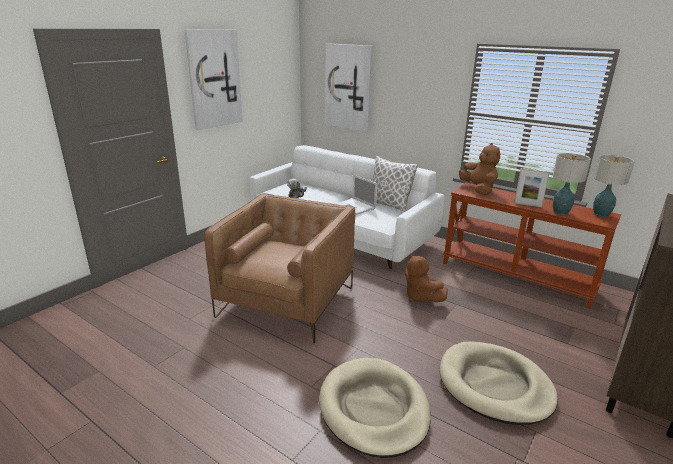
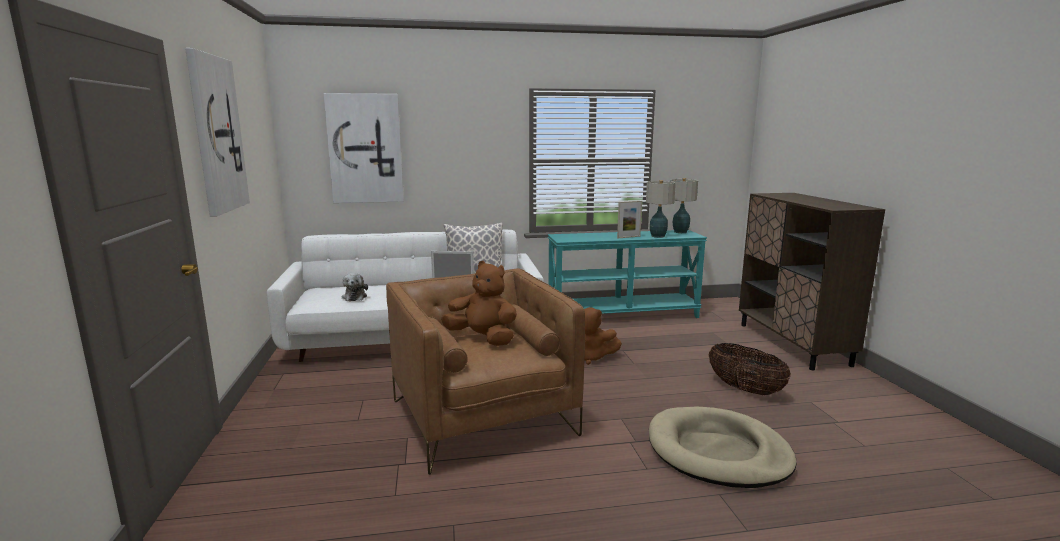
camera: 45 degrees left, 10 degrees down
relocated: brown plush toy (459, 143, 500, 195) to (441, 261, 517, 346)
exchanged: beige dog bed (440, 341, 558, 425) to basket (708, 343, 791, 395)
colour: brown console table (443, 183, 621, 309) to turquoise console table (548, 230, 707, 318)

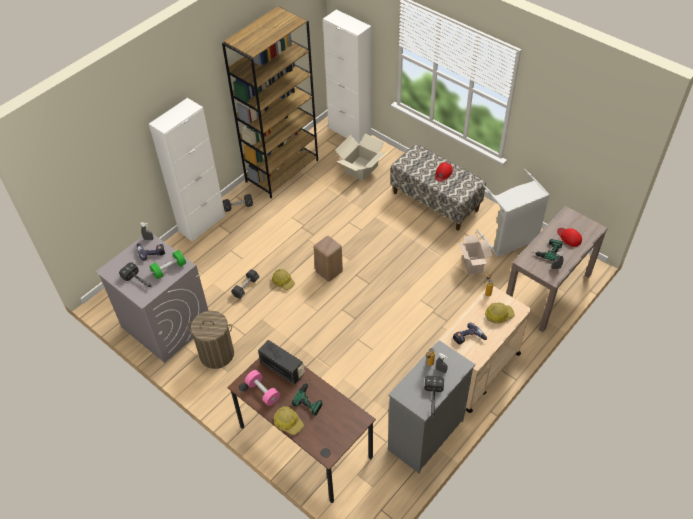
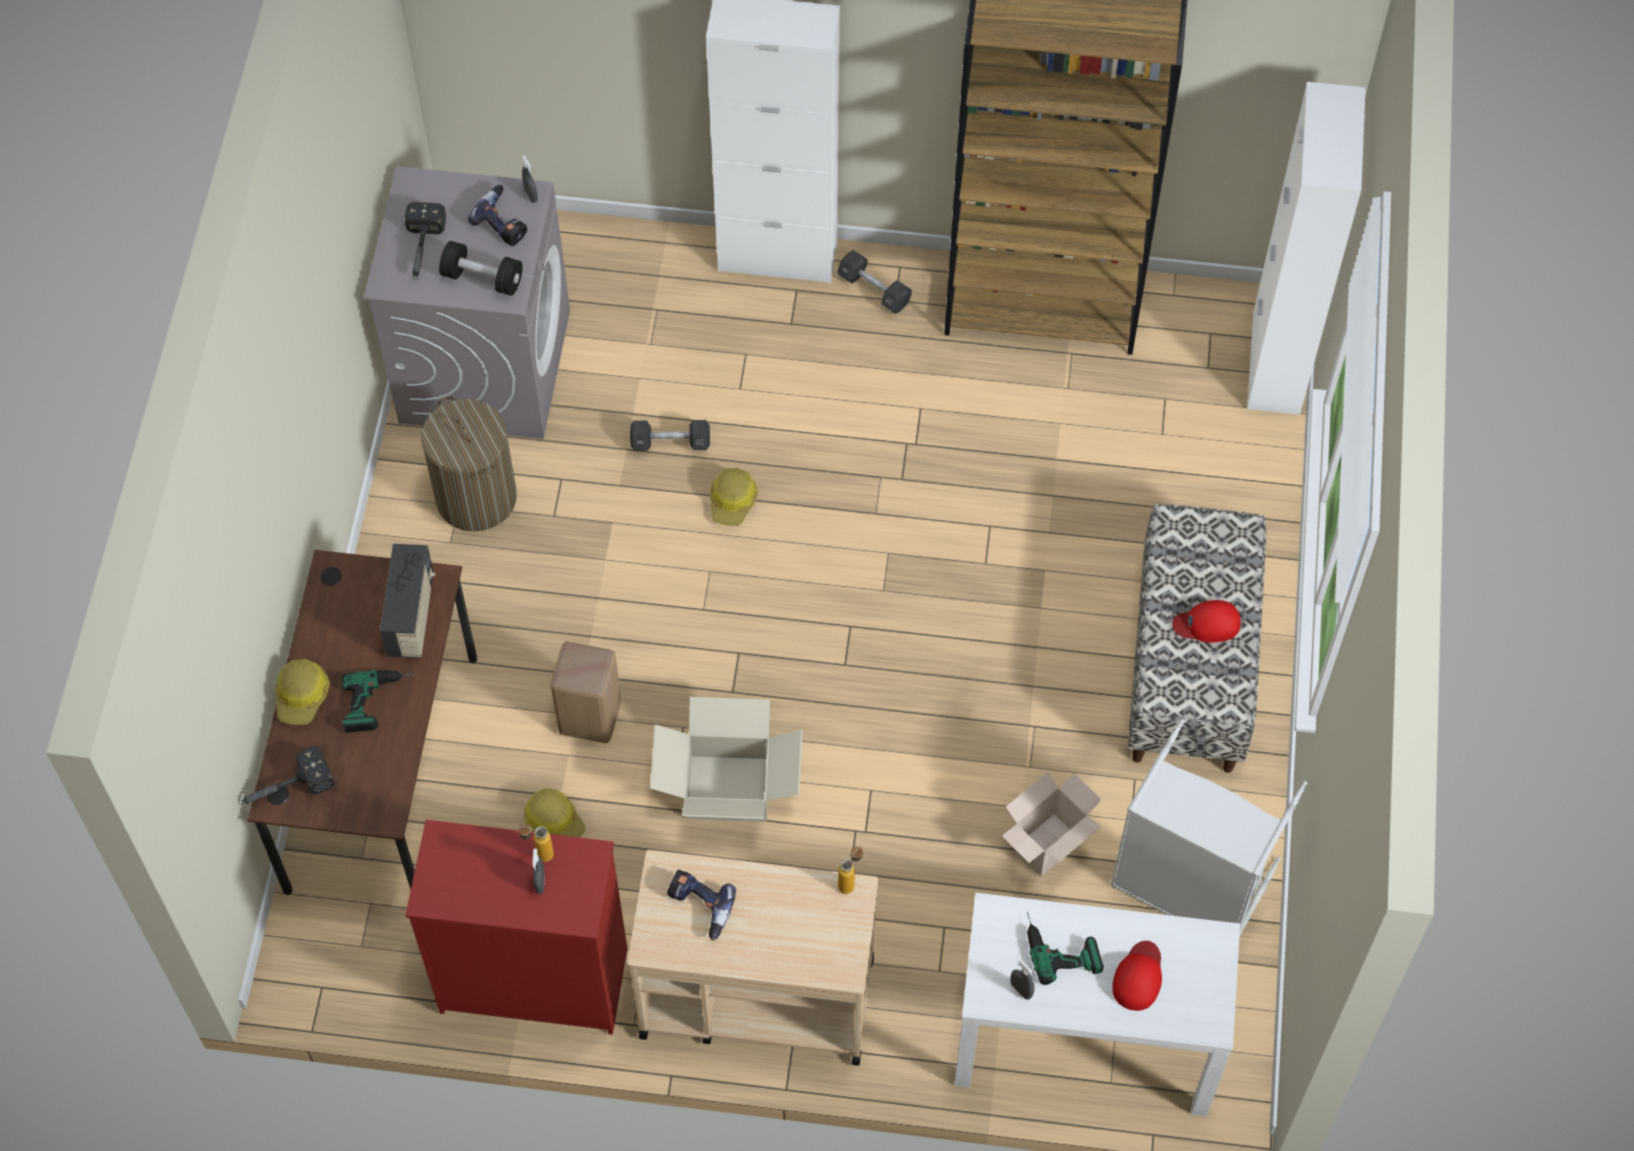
camera: 55 degrees right, 10 degrees up
missing: pink dumbbell (245, 370, 280, 406)
relocated: beige stool (314, 236, 343, 282) to (550, 641, 622, 743); cardboard box (335, 134, 387, 181) to (650, 697, 803, 822); hammer (425, 376, 444, 417) to (238, 746, 335, 805); hard hat (485, 303, 515, 324) to (524, 788, 586, 838)
colour: green dumbbell (150, 250, 186, 279) to black dumbbell (439, 241, 523, 296); grey dresser (388, 340, 475, 473) to red dresser (405, 820, 628, 1035); brown console table (506, 206, 608, 332) to white console table (955, 893, 1240, 1116)

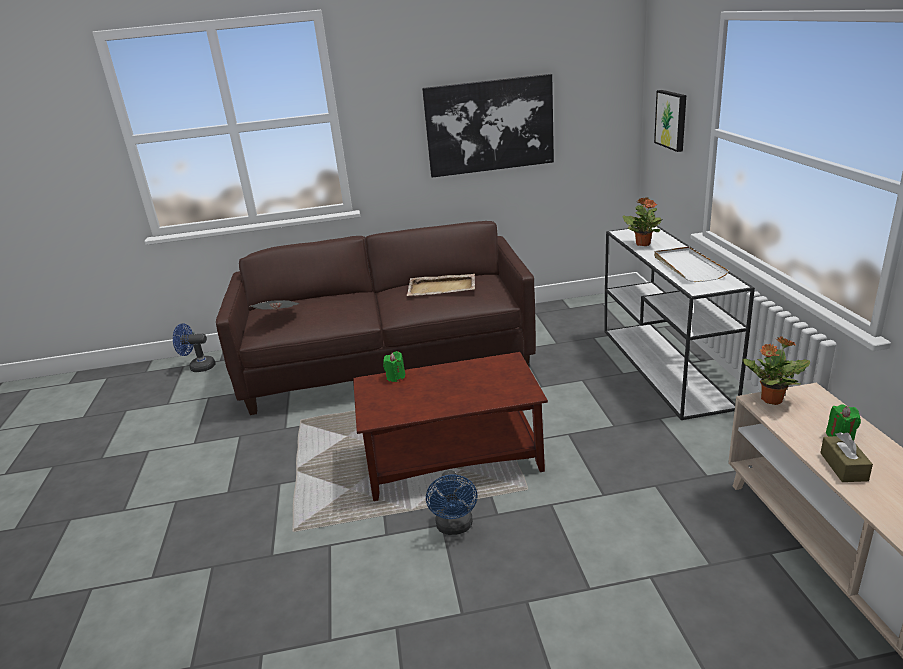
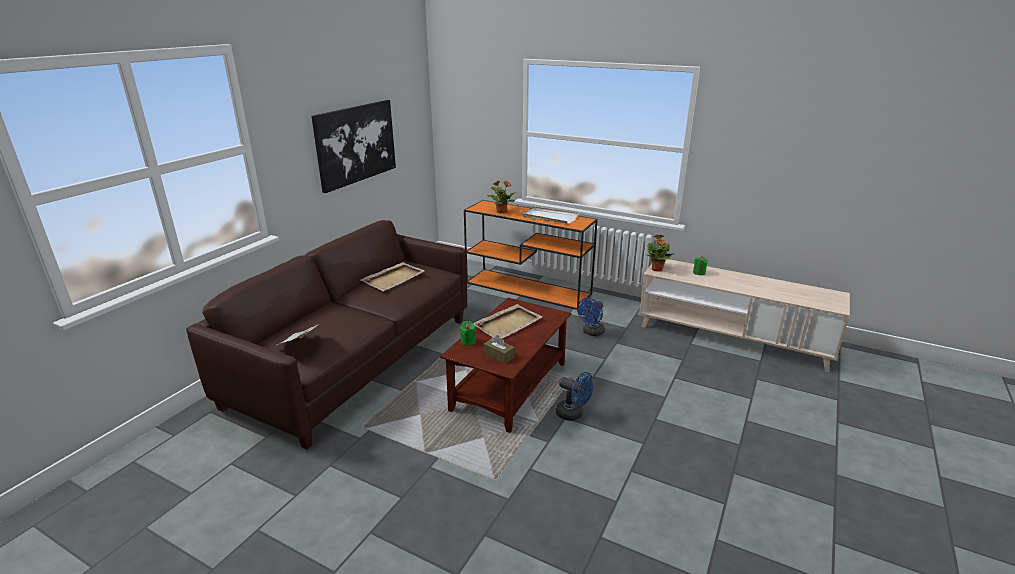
camera: 55 degrees left, 0 degrees up
missing: picture (654, 90, 686, 152)
appeared: beige tray (473, 304, 543, 339)
relocated: blue fan (173, 323, 216, 372) to (577, 298, 605, 336); brown tissue box (820, 432, 873, 482) to (484, 335, 515, 364)
colour: white console table (604, 226, 755, 420) to orange console table (464, 200, 598, 310)

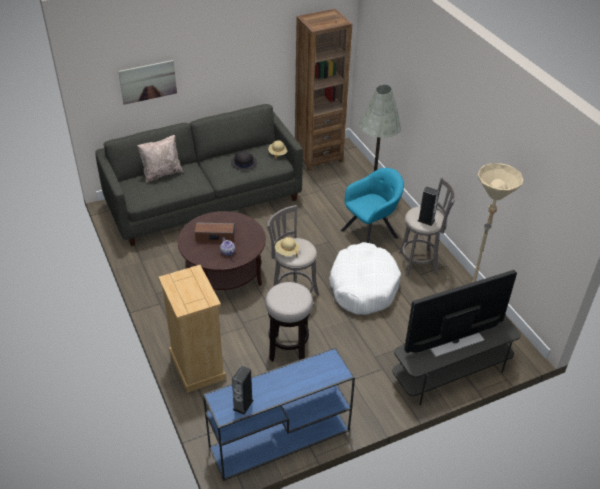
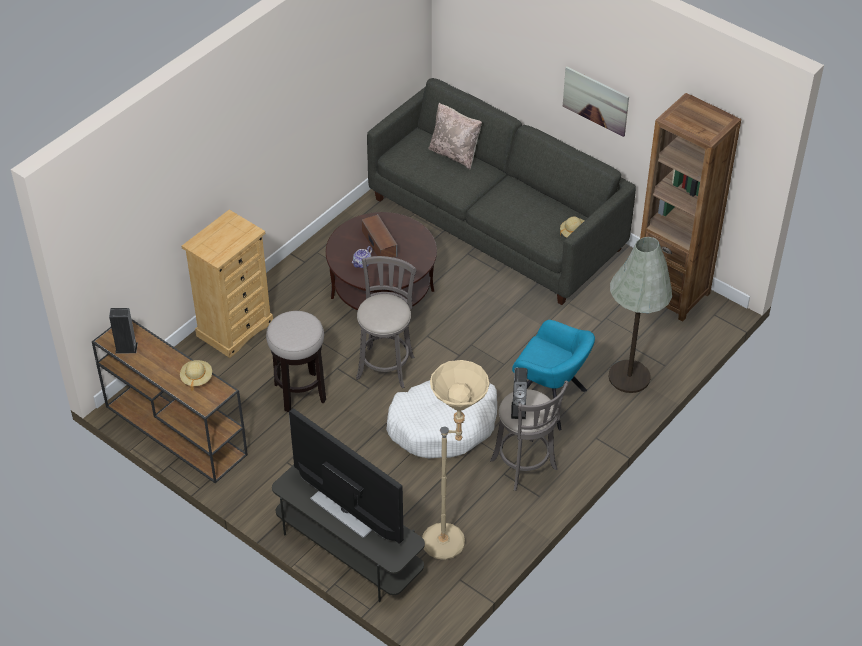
camera: 65 degrees right, 5 degrees up
missing: black hat (231, 150, 257, 170)
relocated: picture (118, 60, 177, 105) to (563, 66, 629, 137); beige hat (275, 237, 299, 257) to (180, 360, 212, 391)
colour: blue console table (203, 347, 355, 481) to brown console table (92, 319, 248, 483)

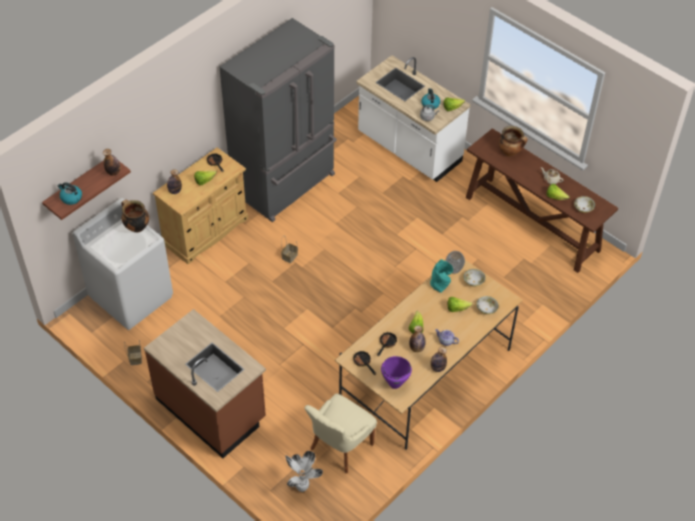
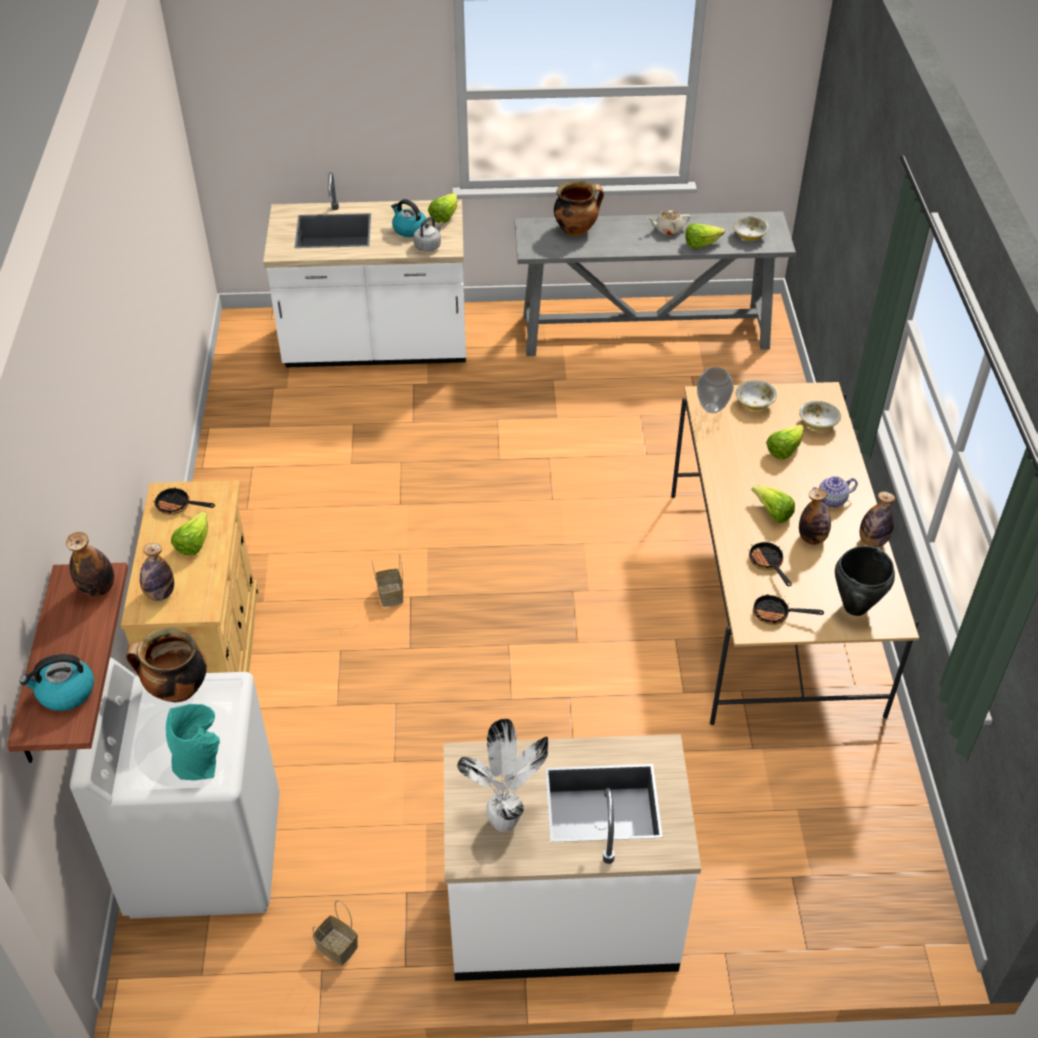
camera: 45 degrees left, 5 degrees down
missing: grey fridge (219, 18, 337, 222); beige chair (304, 394, 377, 473)
relocated: potted plant (286, 451, 323, 492) to (457, 719, 548, 832); turquoise vase (430, 259, 453, 293) to (166, 704, 220, 780)
colour: brown counter (144, 309, 266, 458) to white counter (444, 734, 701, 981); purple cooking pot (381, 356, 412, 389) to black cooking pot (835, 546, 895, 616); brown console table (466, 128, 618, 273) to grey console table (515, 211, 796, 356)

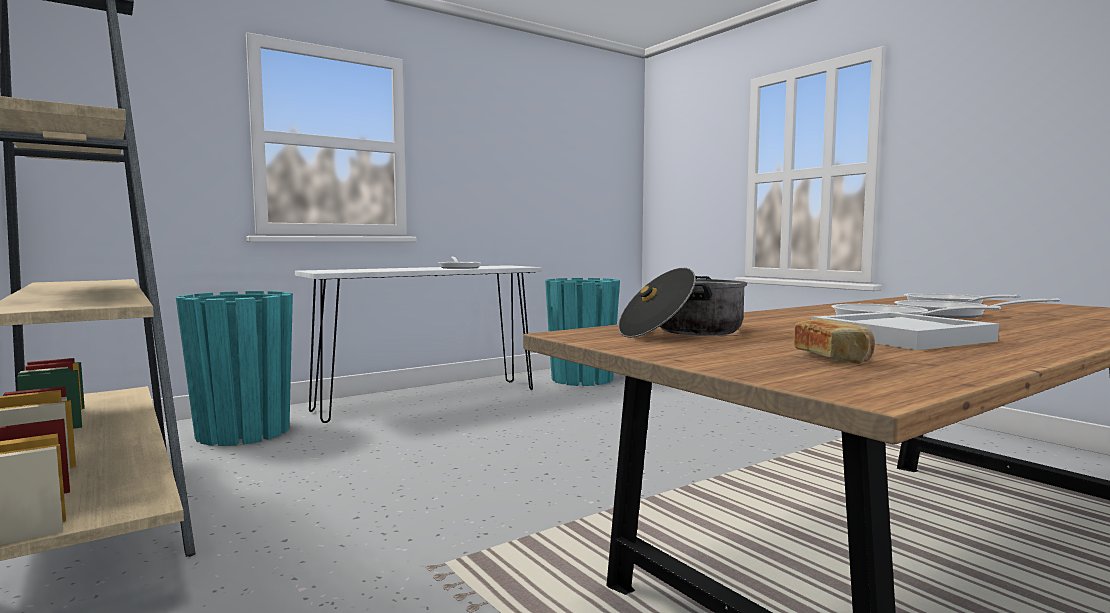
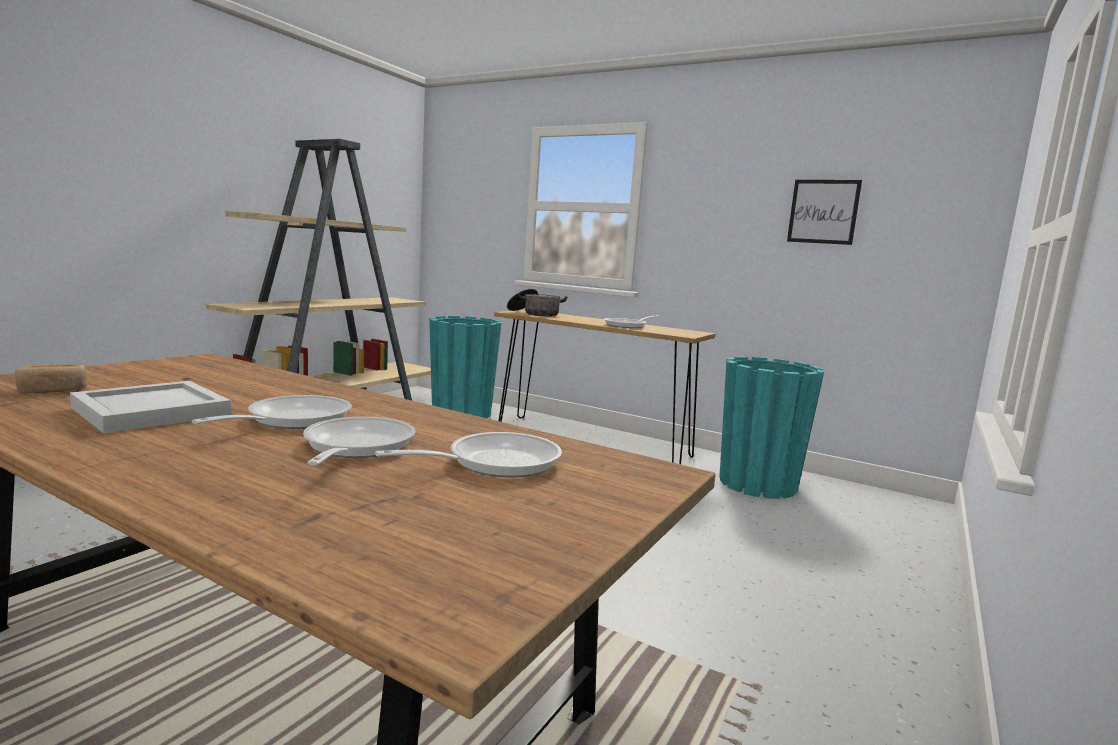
camera: 65 degrees right, 5 degrees up
appeared: picture (787, 180, 862, 245)
relocated: cooking pot (618, 268, 747, 338) to (507, 289, 568, 317)
colour: white console table (295, 265, 542, 423) to brown console table (494, 310, 715, 464)

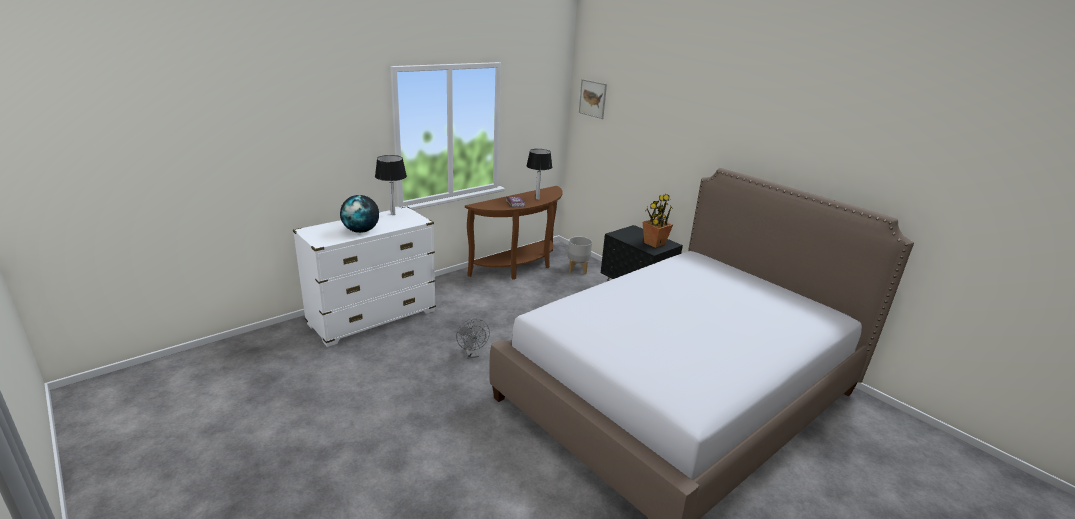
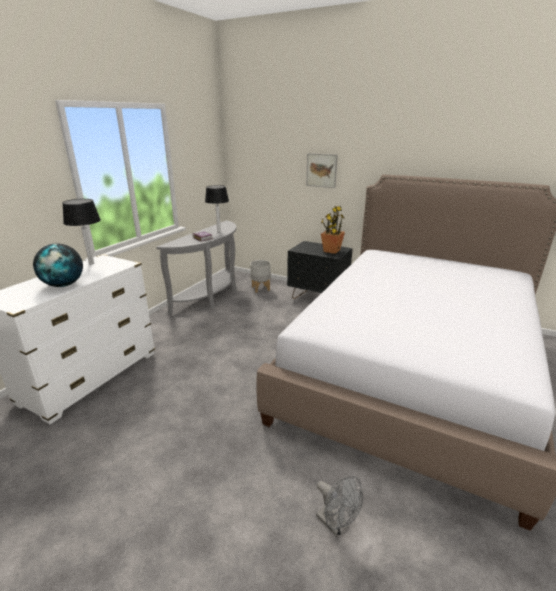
camera: 20 degrees left, 0 degrees up
relocated: grey fan (456, 319, 490, 359) to (316, 476, 363, 537); picture (579, 79, 607, 119) to (306, 153, 338, 188)
colour: brown console table (465, 186, 563, 280) to grey console table (156, 221, 237, 315)

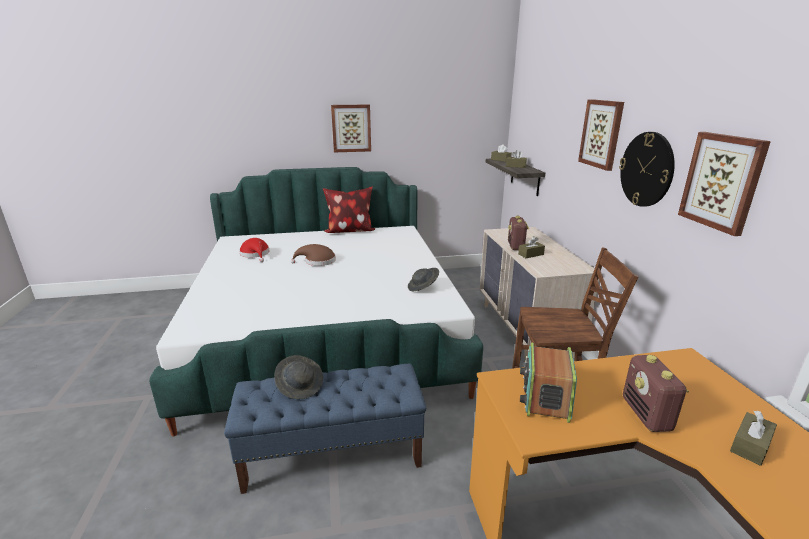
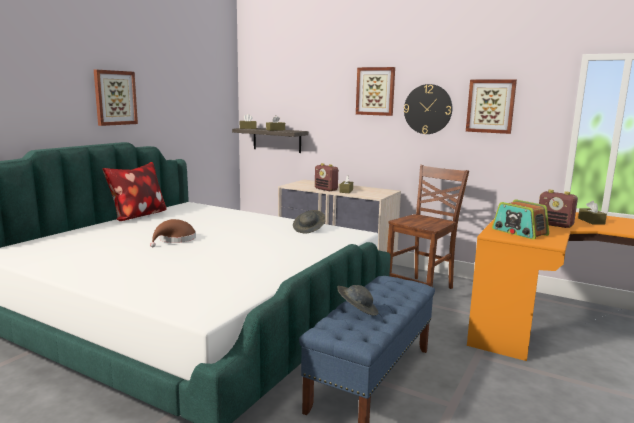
camera: 50 degrees left, 10 degrees down
missing: red hat (239, 238, 269, 262)

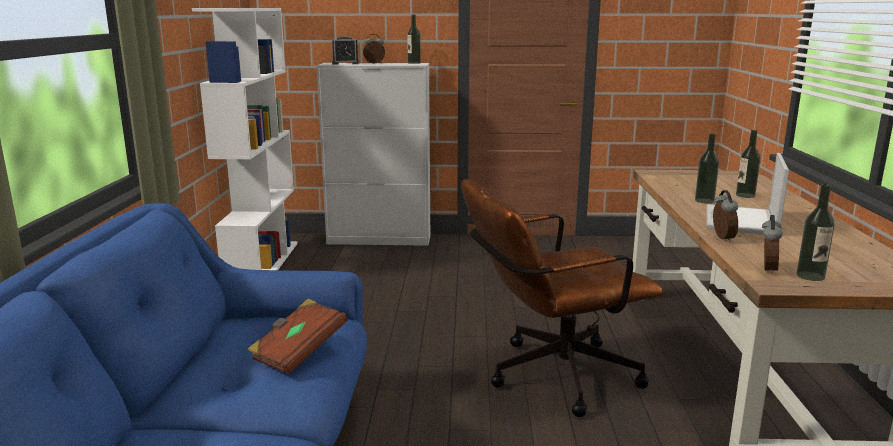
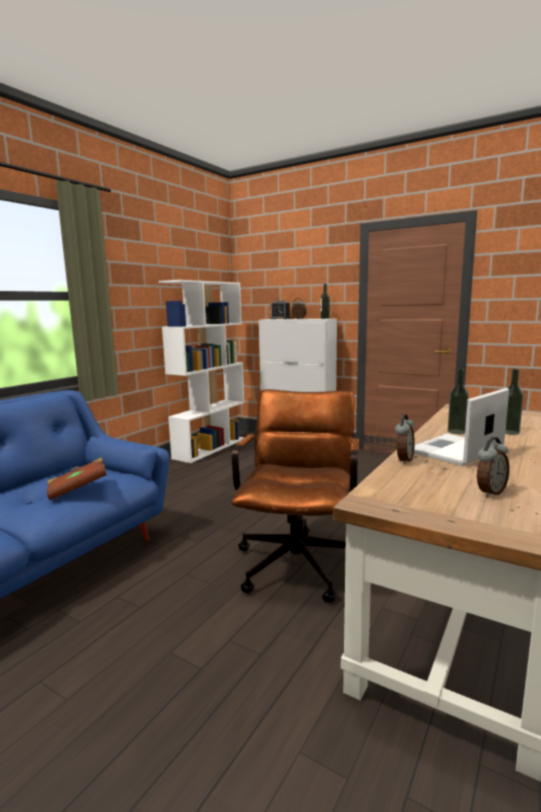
camera: 30 degrees right, 5 degrees down
missing: bottle (797, 184, 835, 281)
relocated: alarm clock (762, 215, 783, 274) to (477, 437, 510, 497)
spun: brown office chair (461, 179, 663, 417) = (231, 389, 359, 603) 90 degrees clockwise

